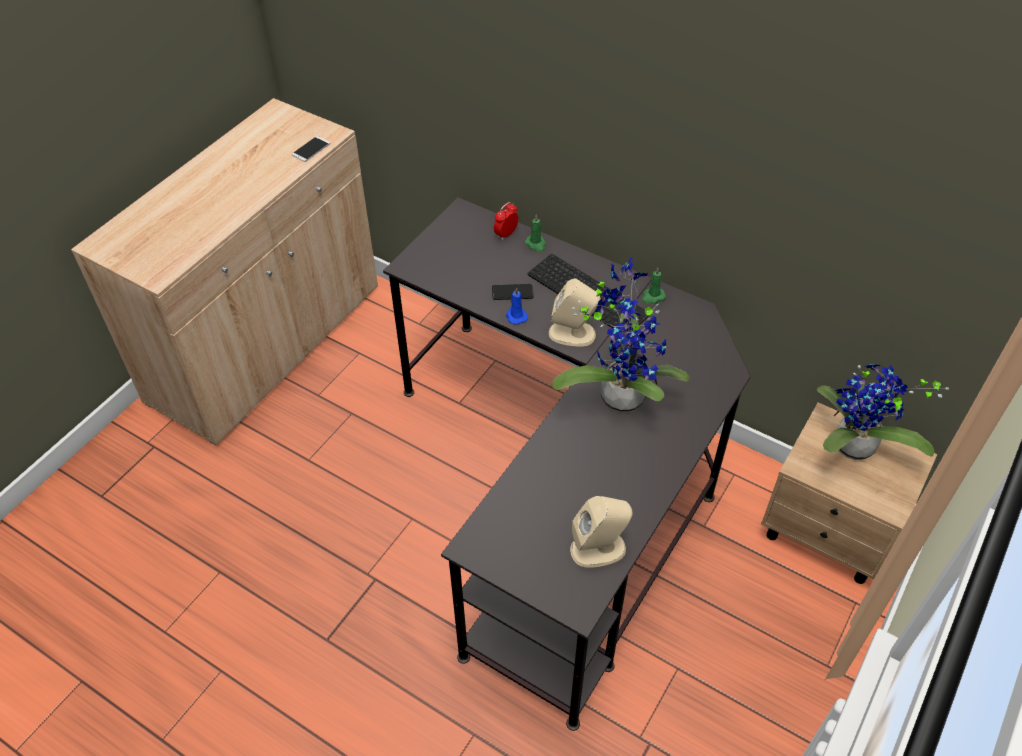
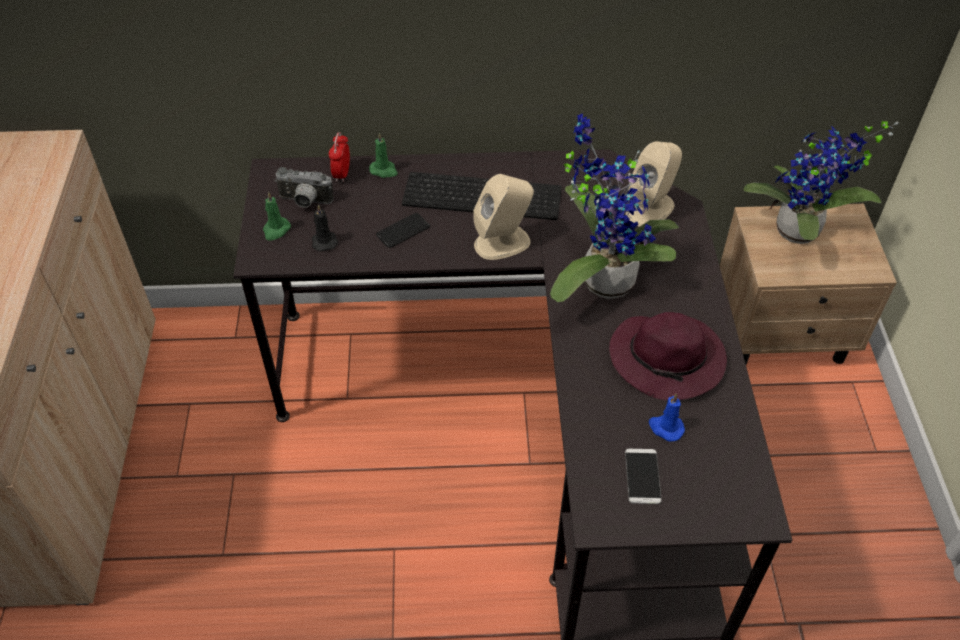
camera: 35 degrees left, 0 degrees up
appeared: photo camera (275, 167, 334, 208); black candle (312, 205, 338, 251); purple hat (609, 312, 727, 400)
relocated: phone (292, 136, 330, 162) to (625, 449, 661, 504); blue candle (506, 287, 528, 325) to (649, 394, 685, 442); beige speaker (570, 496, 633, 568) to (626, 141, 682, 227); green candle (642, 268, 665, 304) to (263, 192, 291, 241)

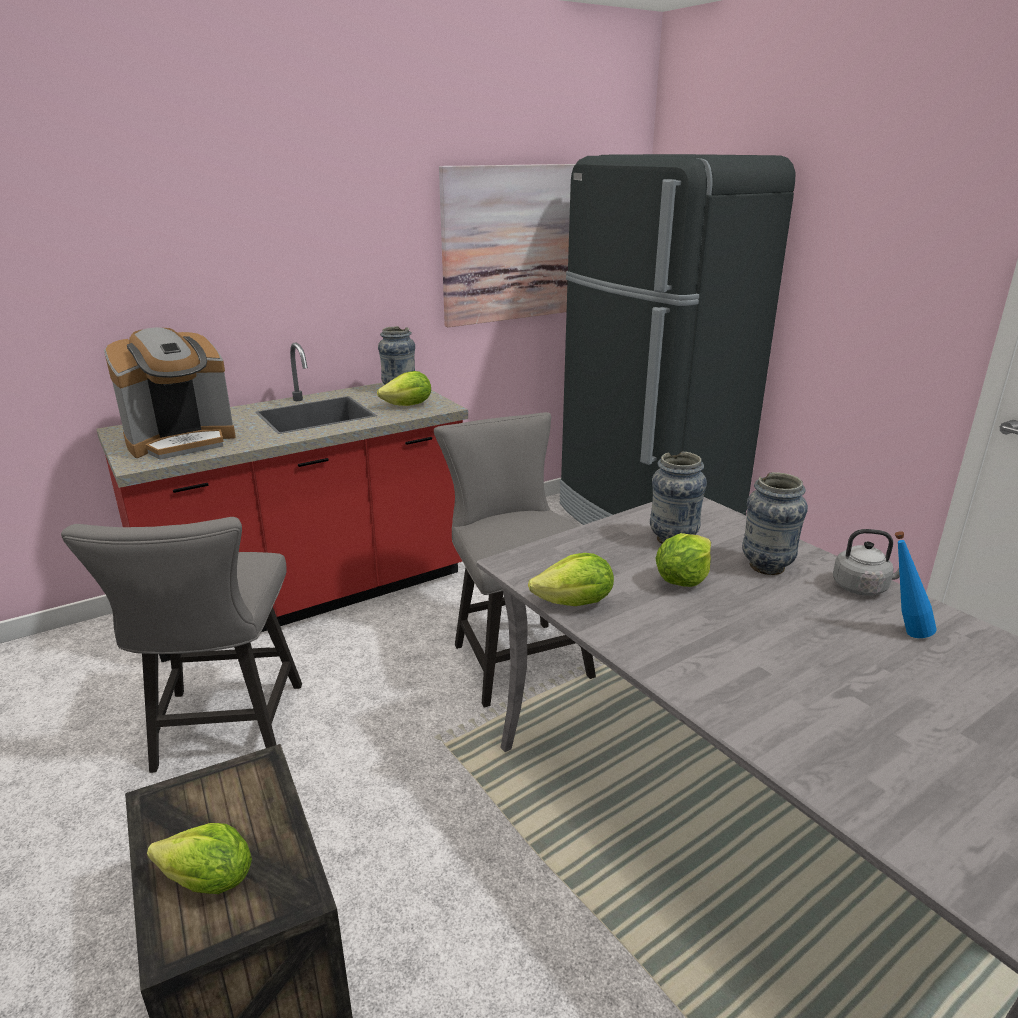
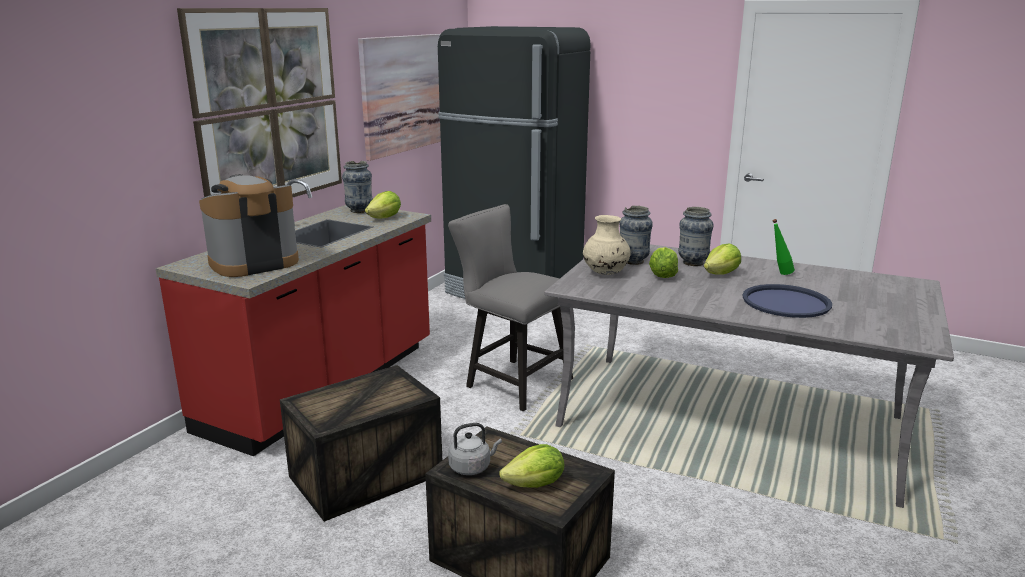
camera: 30 degrees left, 5 degrees down
appeared: picture (177, 8, 342, 197); beige vase (583, 215, 631, 275); blue tray (742, 284, 832, 318)
relocated: lettuce (528, 553, 614, 606) to (704, 244, 741, 275); grey kettle (833, 529, 900, 596) to (448, 423, 502, 475)
exchanged: grey chair (61, 517, 302, 773) to crate (280, 365, 442, 522)
colour: blue bottle (895, 531, 937, 638) to green bottle (772, 219, 795, 275)
spun: coffee machine (104, 327, 236, 460) = (199, 174, 299, 277) 150 degrees counterclockwise

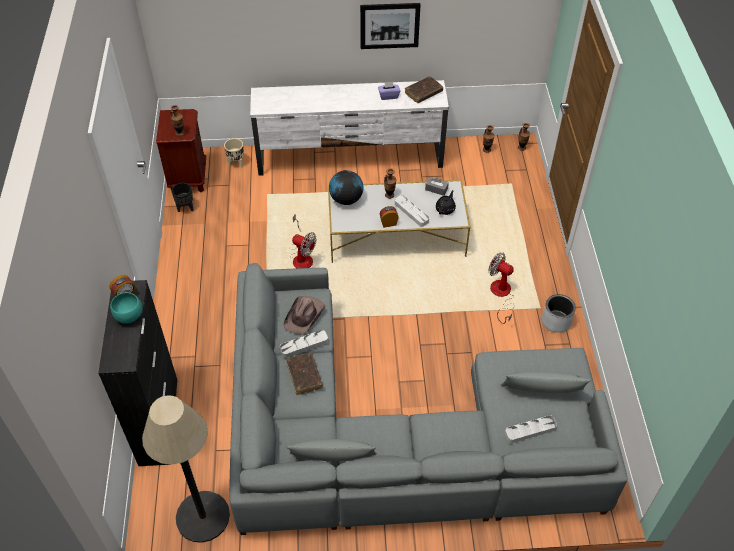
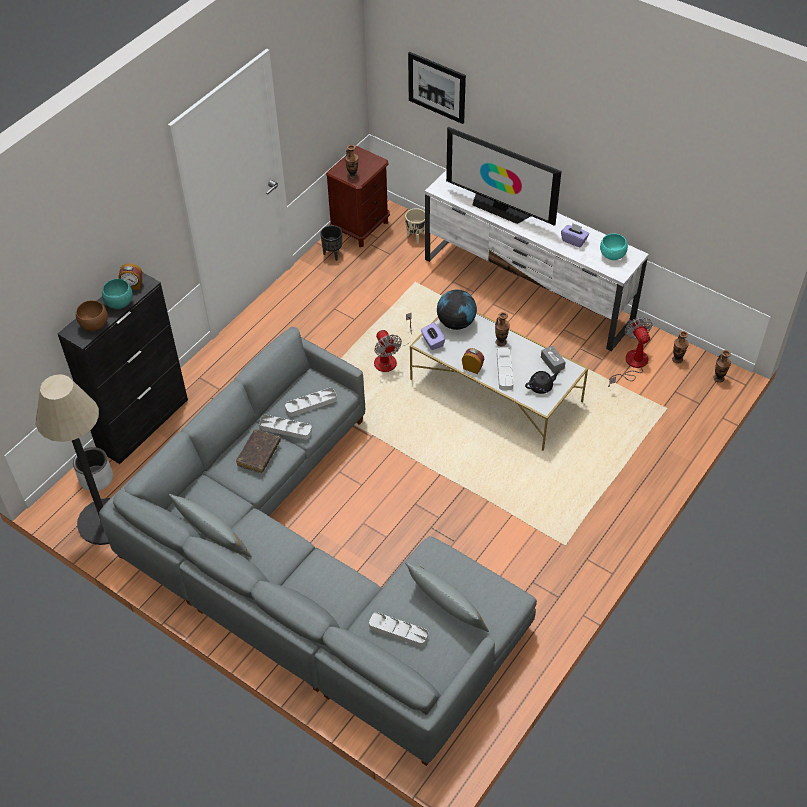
camera: 40 degrees right, 0 degrees up
appeared: brown bowl (76, 300, 108, 331); purple tissue box (421, 322, 445, 350); television (446, 127, 561, 226)
relocated: picture (360, 3, 421, 49) to (408, 52, 466, 124); fan (489, 252, 514, 324) to (608, 317, 652, 387); grey planter (542, 294, 576, 333) to (73, 447, 113, 491)
exchanged: brown hat (283, 296, 326, 334) to grey tray (285, 388, 337, 417); brown book (405, 76, 443, 103) to turquoise bowl (600, 234, 628, 260)

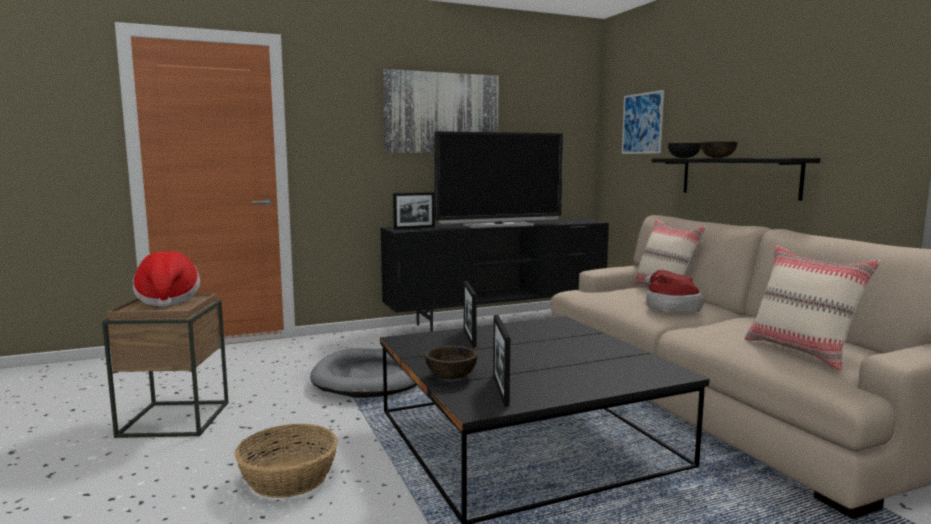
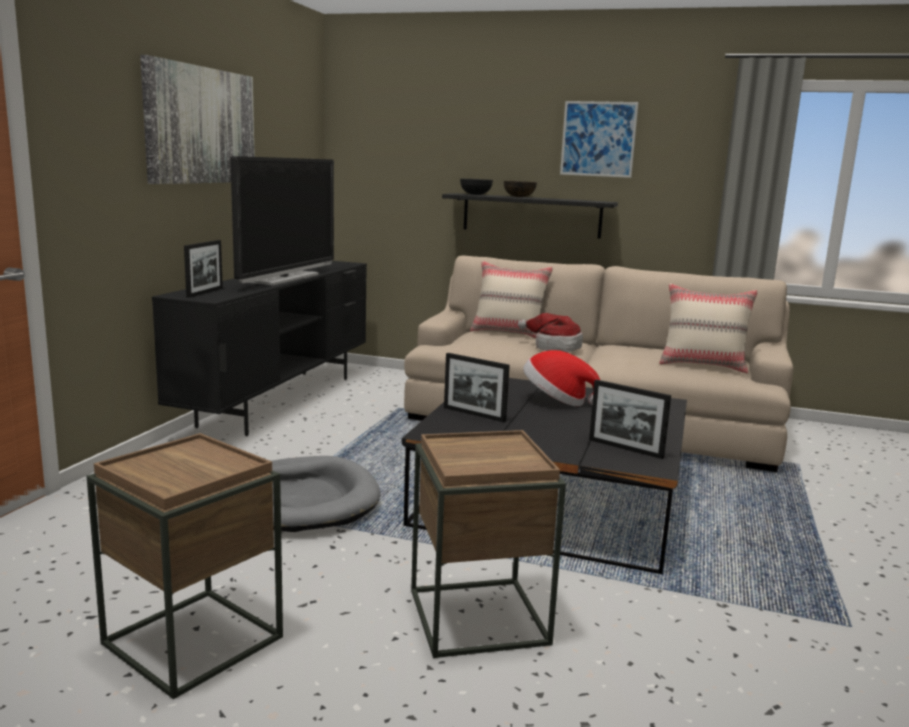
camera: 50 degrees left, 5 degrees up
missing: brown bowl (425, 346, 478, 379)
relocated: hat (133, 251, 200, 308) to (523, 350, 600, 406); picture (622, 90, 664, 154) to (560, 101, 639, 178)
exchanged: basket (234, 424, 338, 498) to brown side table (411, 430, 566, 658)

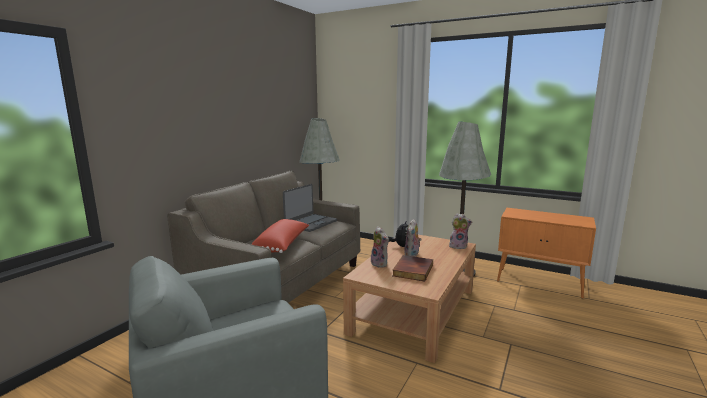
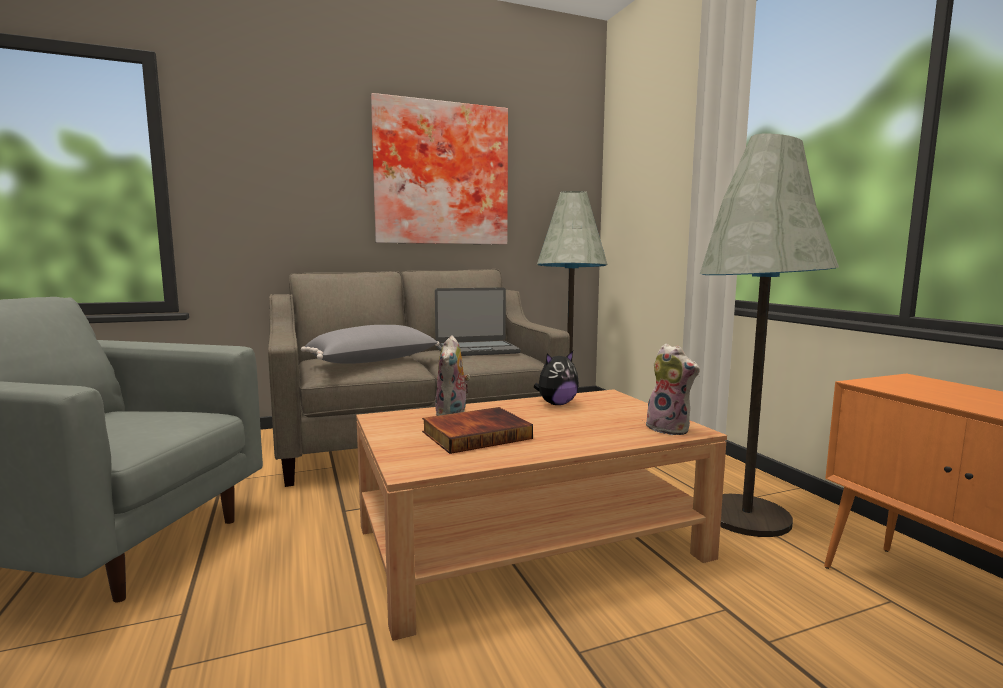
camera: 40 degrees right, 5 degrees down
missing: plush toy (404, 219, 422, 257)
appeared: picture (371, 93, 508, 245)
colour: red pillow (251, 219, 309, 253) to grey pillow (301, 325, 440, 364)

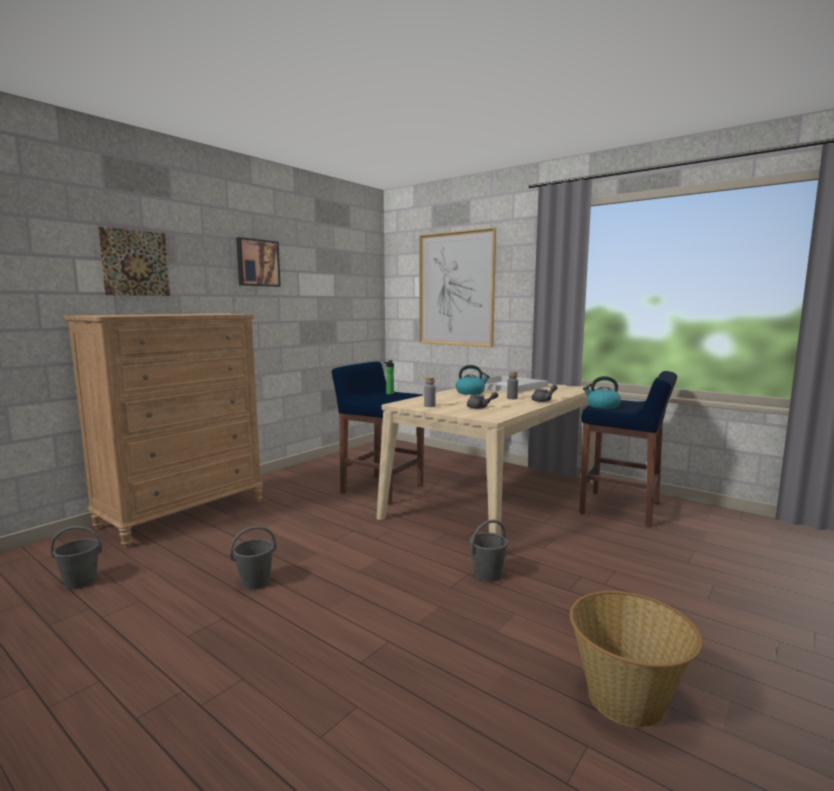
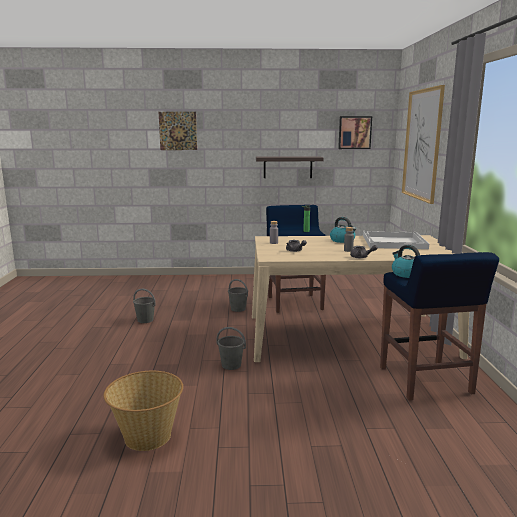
camera: 50 degrees right, 5 degrees up
missing: brown dresser (64, 314, 263, 548)
appeared: shelf (256, 156, 324, 178)
relocated: grey bucket (50, 526, 102, 589) to (228, 279, 248, 312); picture (236, 237, 281, 287) to (338, 116, 372, 149)

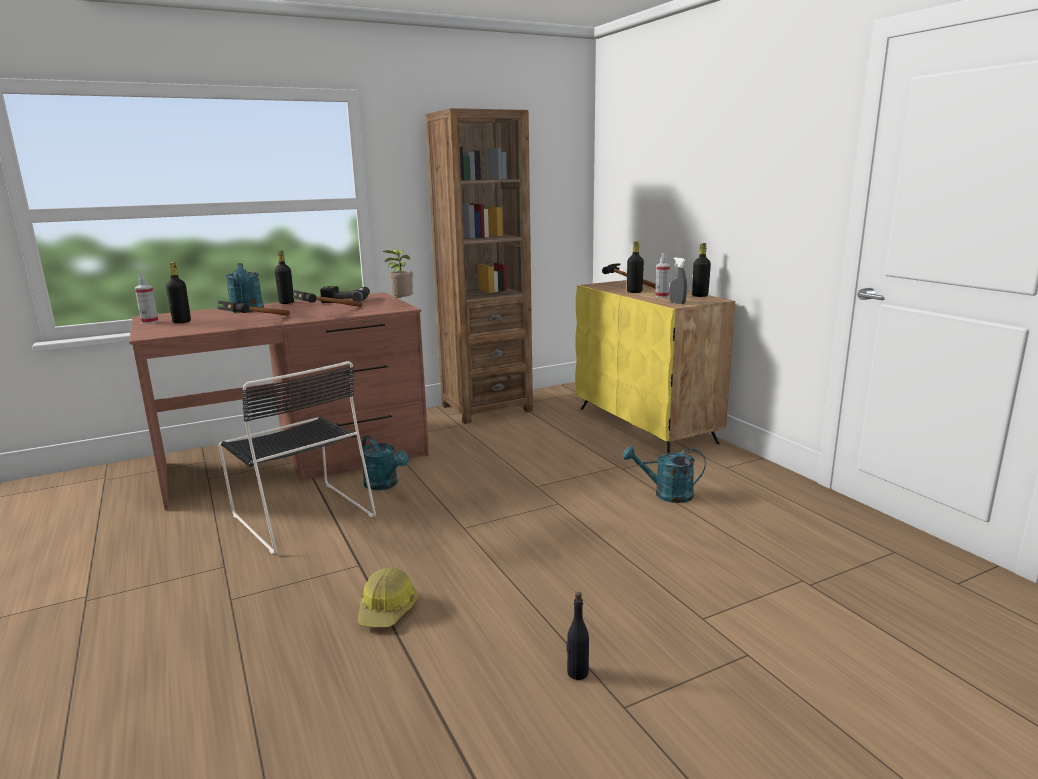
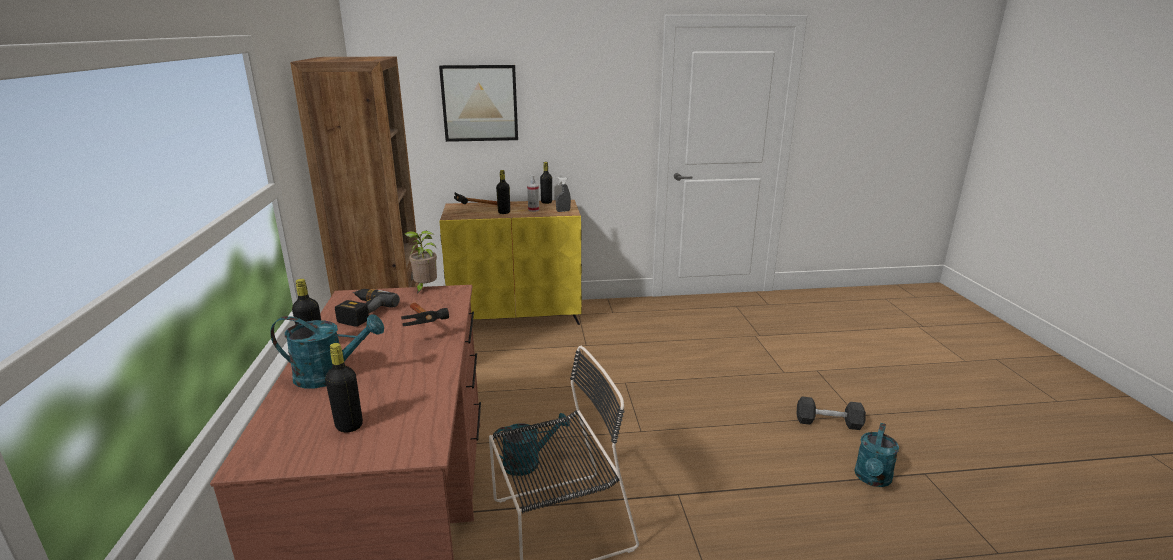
camera: 70 degrees left, 5 degrees up
missing: spray bottle (135, 273, 159, 324); hammer (218, 301, 290, 316); hard hat (358, 568, 418, 628)
appeared: picture (439, 65, 518, 142)
relocated: turquoise watering can (622, 446, 706, 503) to (854, 423, 899, 487)
exchanged: black bottle (567, 592, 589, 680) to black dumbbell (796, 397, 866, 430)

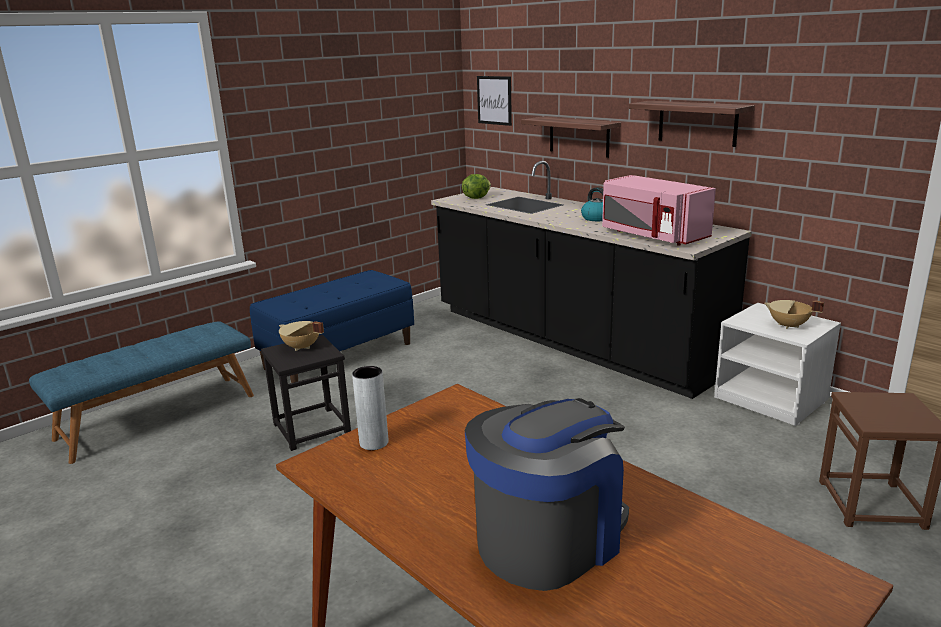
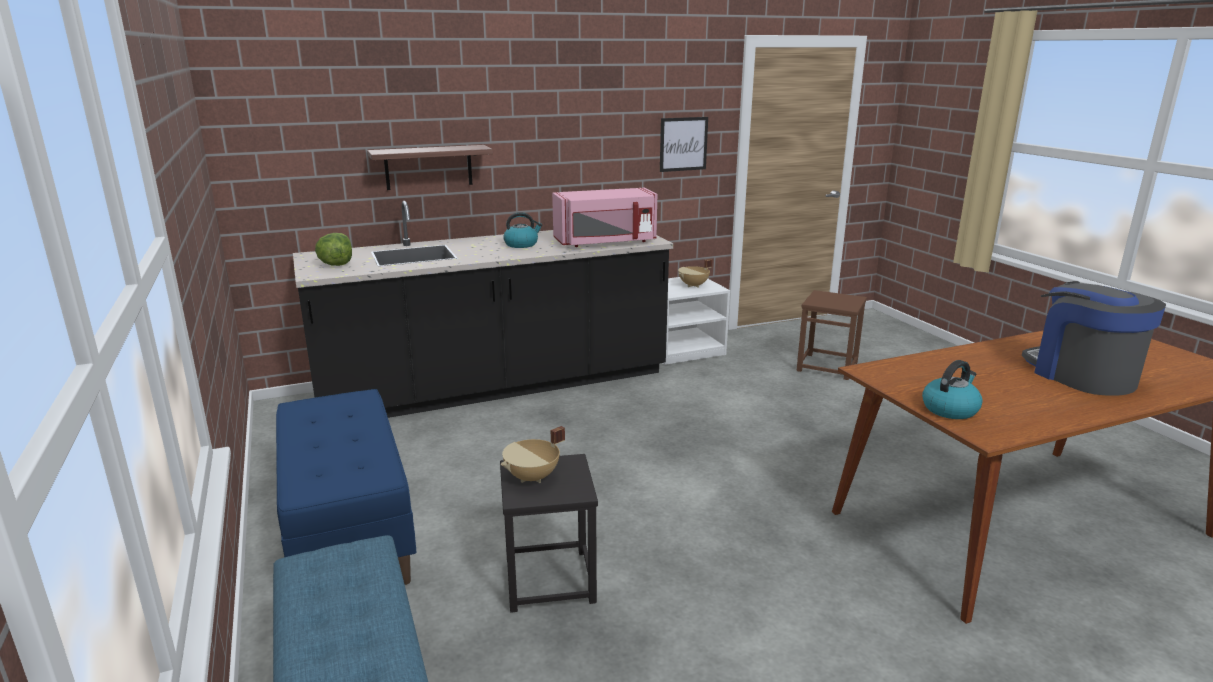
camera: 70 degrees left, 0 degrees up
missing: shelf (629, 101, 755, 147)
relocated: picture (477, 76, 512, 126) to (660, 117, 708, 172)
exchanged: grey vase (352, 366, 388, 450) to kettle (922, 360, 983, 419)

